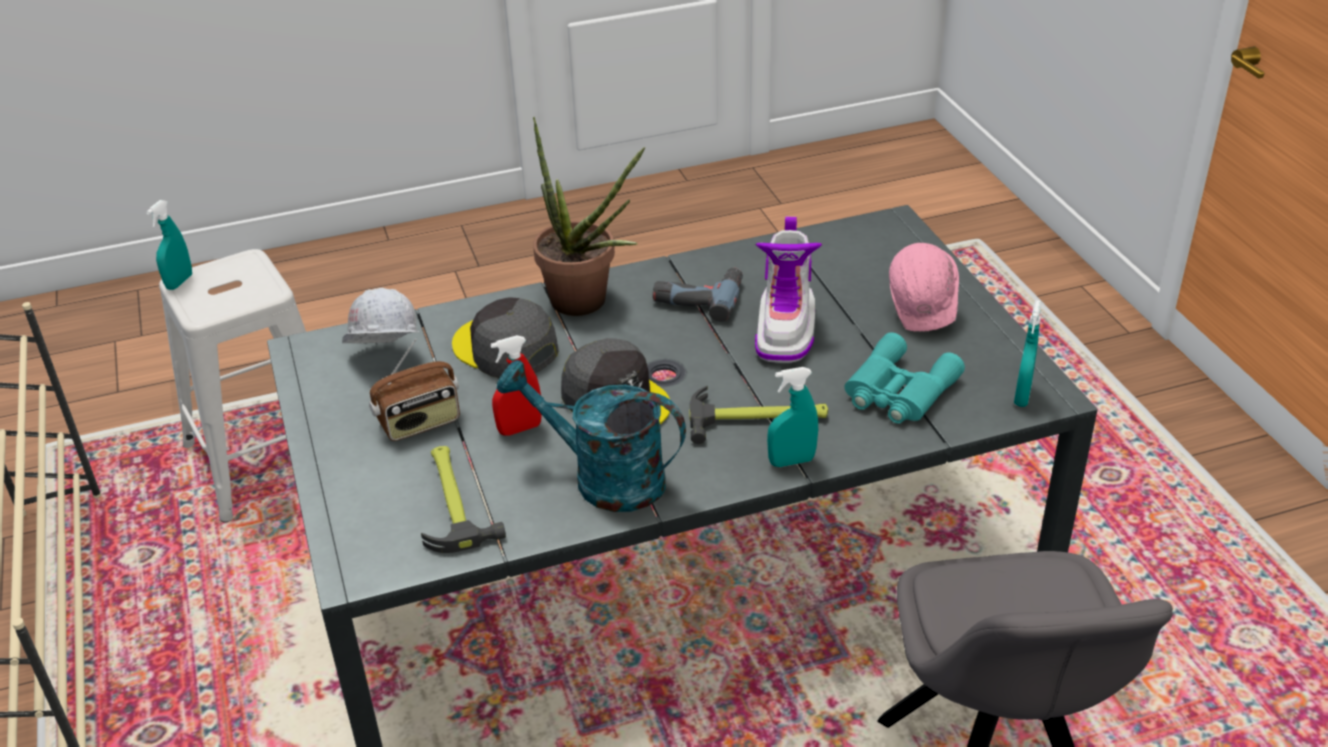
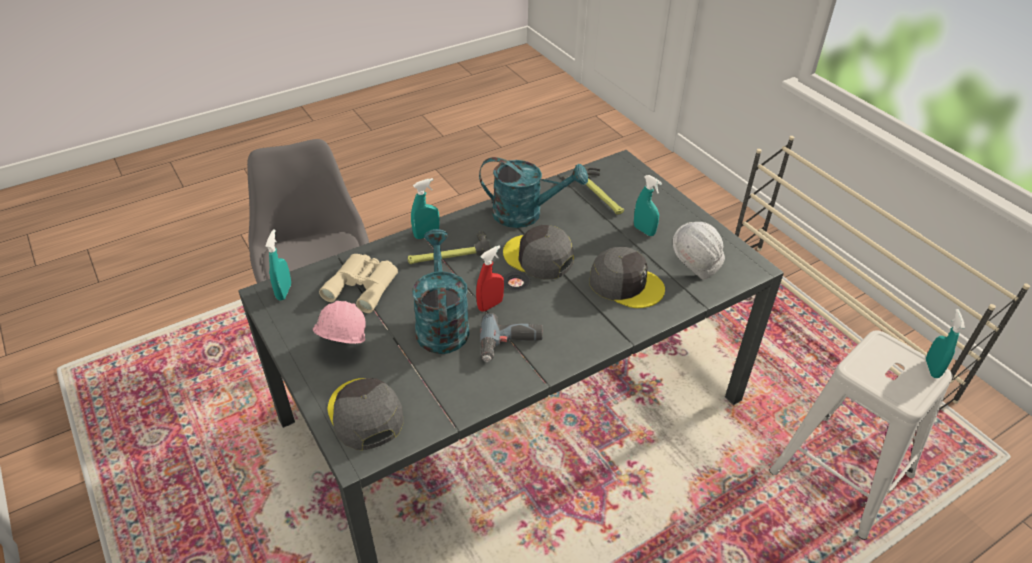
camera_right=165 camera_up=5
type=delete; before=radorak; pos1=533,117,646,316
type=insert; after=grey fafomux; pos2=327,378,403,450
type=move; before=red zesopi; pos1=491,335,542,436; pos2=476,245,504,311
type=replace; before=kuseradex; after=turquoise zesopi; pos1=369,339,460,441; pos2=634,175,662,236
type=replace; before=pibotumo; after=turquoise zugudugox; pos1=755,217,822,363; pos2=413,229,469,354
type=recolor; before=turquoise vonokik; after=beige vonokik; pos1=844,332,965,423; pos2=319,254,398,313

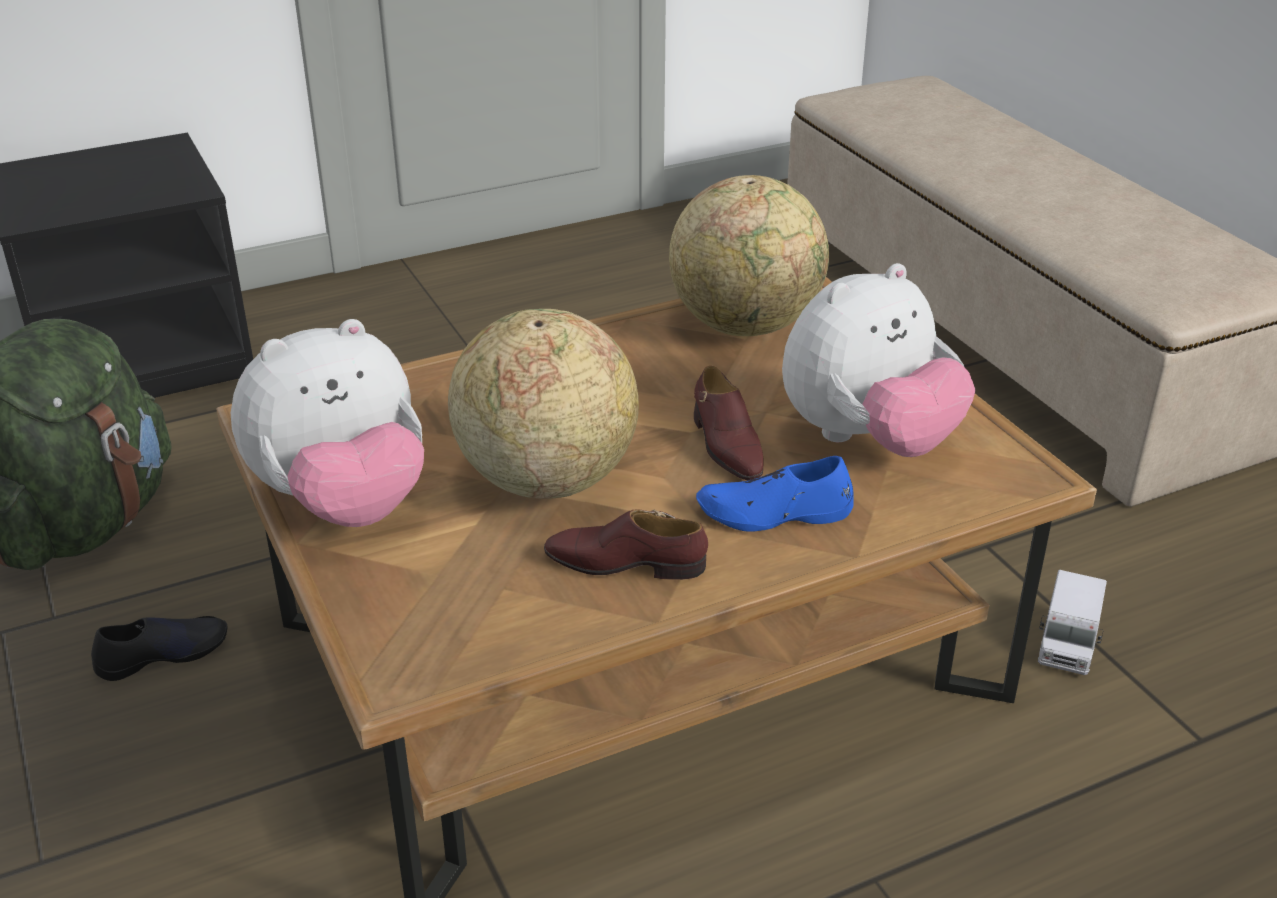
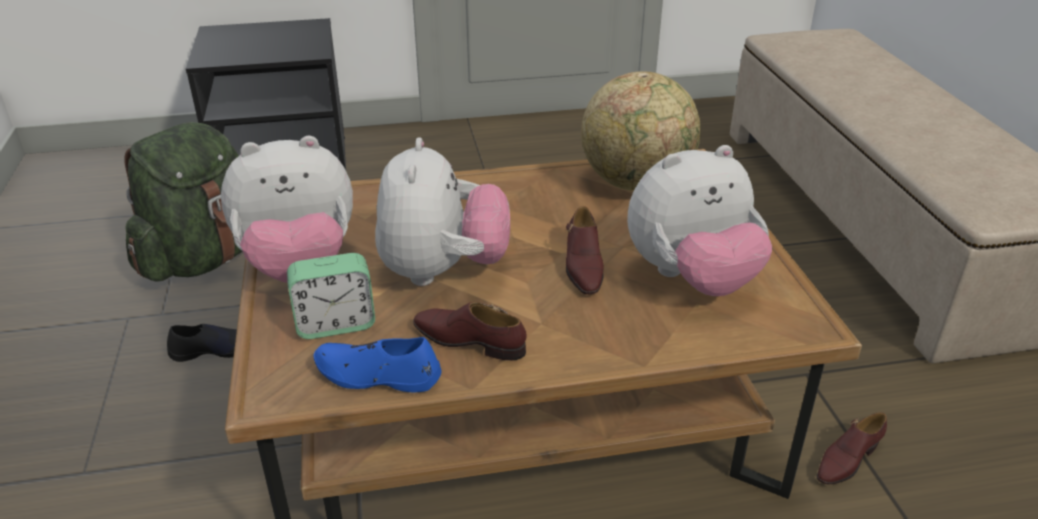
camera_right=15 camera_up=0
type=insert; after=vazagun; pos2=287,253,375,339
type=move; before=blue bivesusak; pos1=696,456,854,532; pos2=313,337,442,392
type=replace; before=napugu; after=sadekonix; pos1=448,309,639,499; pos2=375,138,510,286
type=replace; before=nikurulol; after=brown bivesusak; pos1=1038,570,1107,675; pos2=817,412,887,485

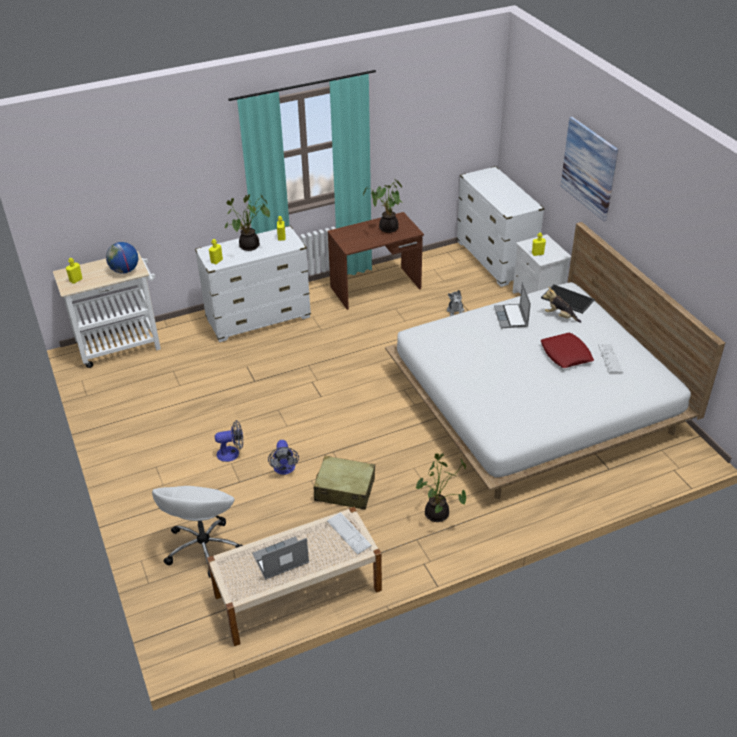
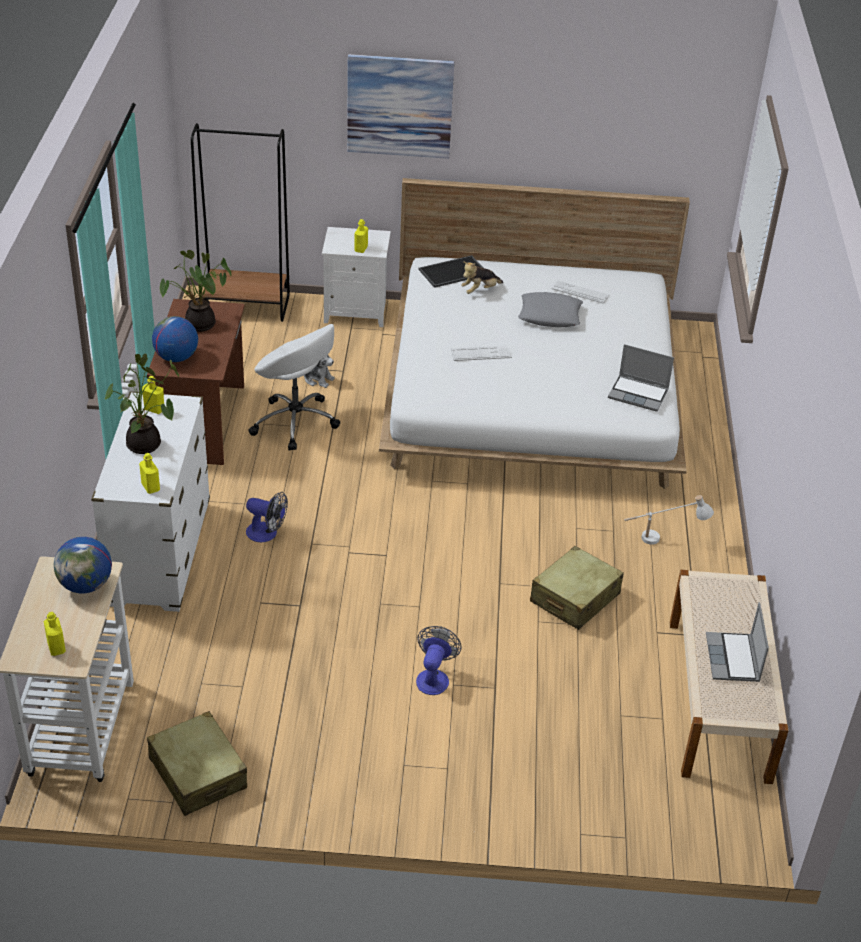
camera_right=-65 camera_up=0
type=insert; after=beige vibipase; pos2=147,711,247,816
type=insert; after=napugu; pos2=152,316,198,362
type=move; before=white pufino; pos1=152,486,243,578; pos2=248,324,340,451
type=move; before=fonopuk; pos1=268,440,299,475; pos2=246,492,288,542
type=move; before=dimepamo; pos1=327,512,372,555; pos2=451,345,512,361
type=move; before=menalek; pos1=494,282,531,329; pos2=608,344,674,411
type=replace; before=radorak; after=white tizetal; pos1=416,453,466,522; pos2=624,495,714,545
type=replace; before=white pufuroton; after=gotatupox; pos1=457,166,544,287; pos2=191,123,290,322
type=recolor; before=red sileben; after=grey sileben; pos1=541,333,594,368; pos2=518,292,583,327

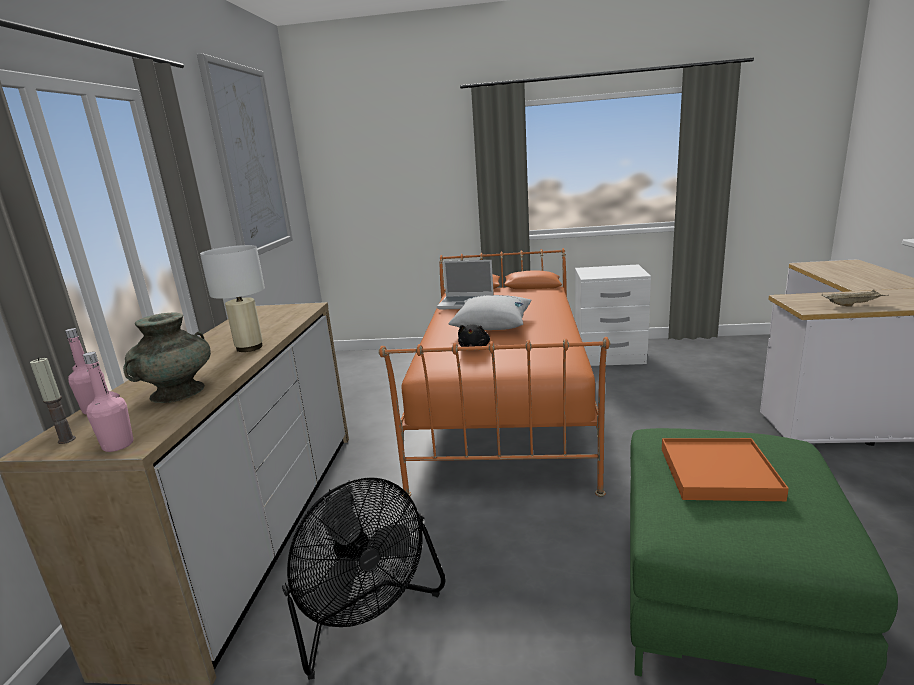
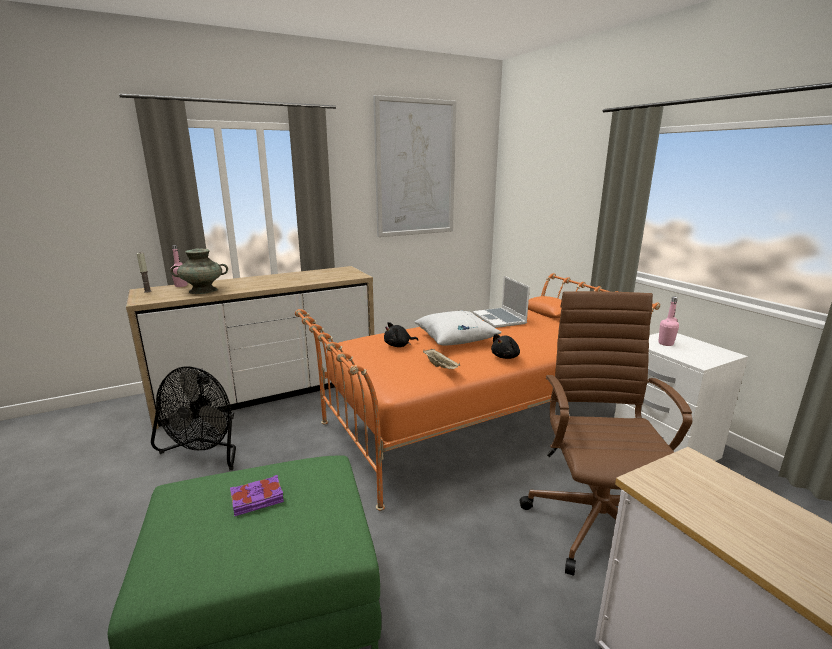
camera_right=55 camera_up=0
type=delete; before=white tizetal; pos1=200,245,265,352
type=insert; after=black sadekonix; pos2=491,334,520,359
type=insert; after=brown pufino; pos2=520,291,693,576
type=move; before=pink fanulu; pos1=83,352,134,452; pos2=658,297,679,346
type=move; before=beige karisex; pos1=822,290,889,306; pos2=423,349,460,369
type=replace; before=orange karisex; after=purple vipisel; pos1=662,438,789,501; pos2=230,475,284,516

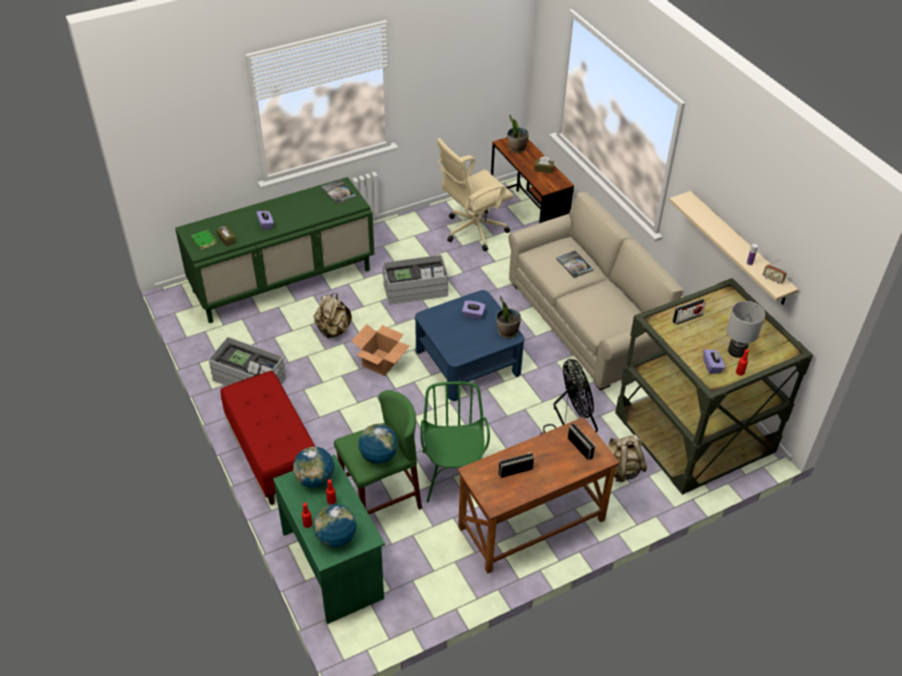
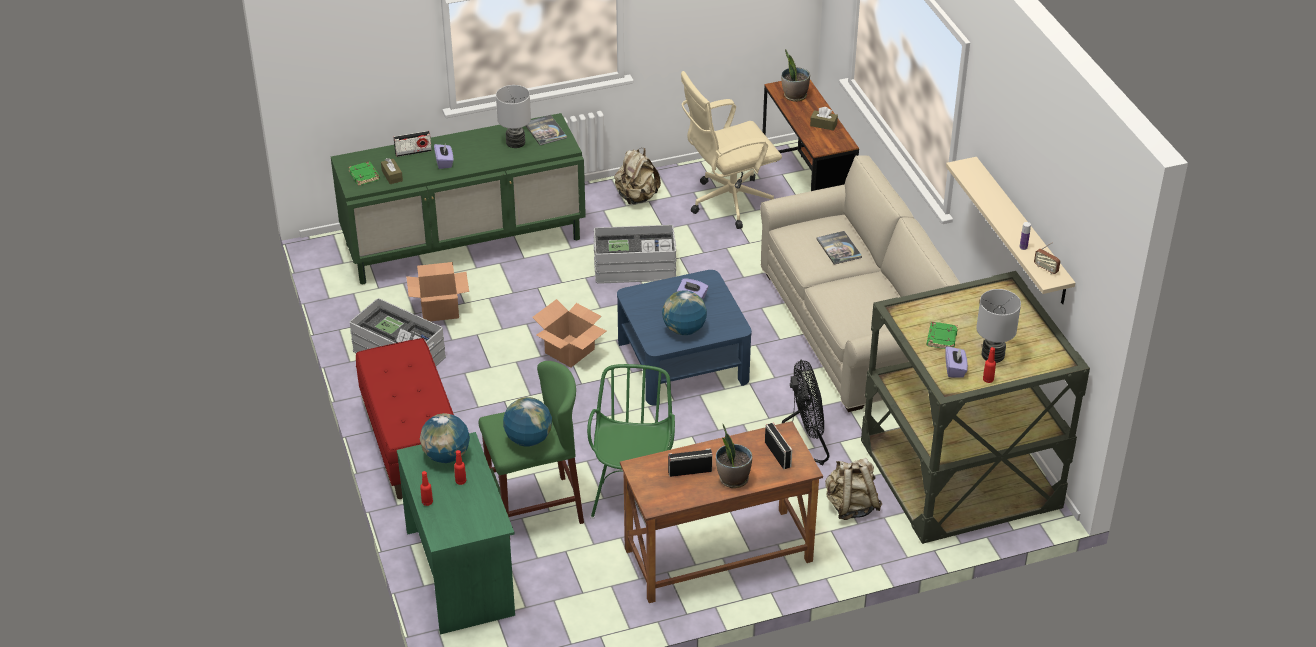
camera_right=10 camera_up=-5
type=insert; after=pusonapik; pos2=406,262,469,321
type=insert; after=grey tizetal; pos2=496,85,531,148
type=insert; after=green vipisel; pos2=926,322,958,349
type=move; before=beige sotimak; pos1=313,293,352,339; pos2=614,148,661,205
type=move; before=napugu; pos1=313,504,357,547; pos2=662,291,707,335
type=move; before=radorak; pos1=496,296,521,338; pos2=716,424,752,488
type=move; before=kuseradex; pos1=672,299,706,325; pos2=394,131,432,157

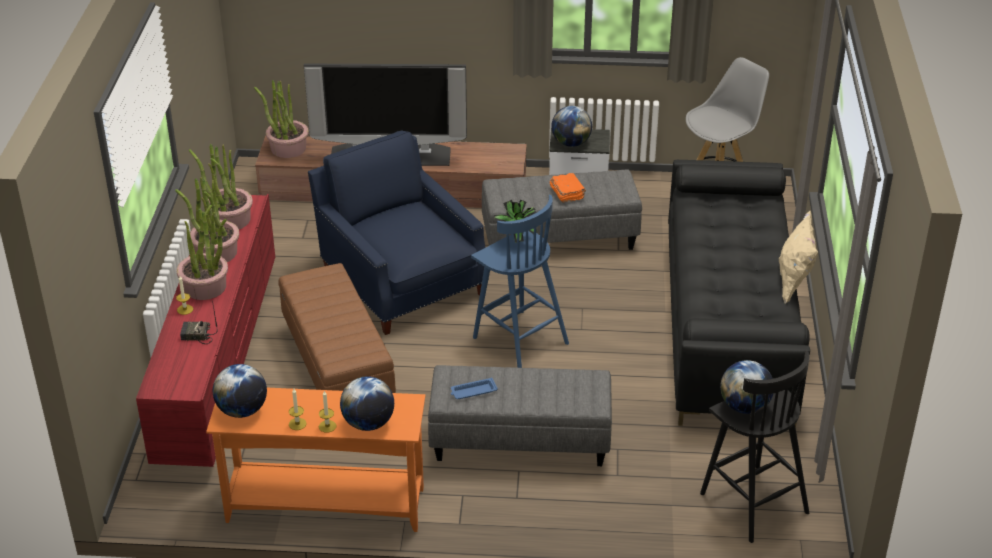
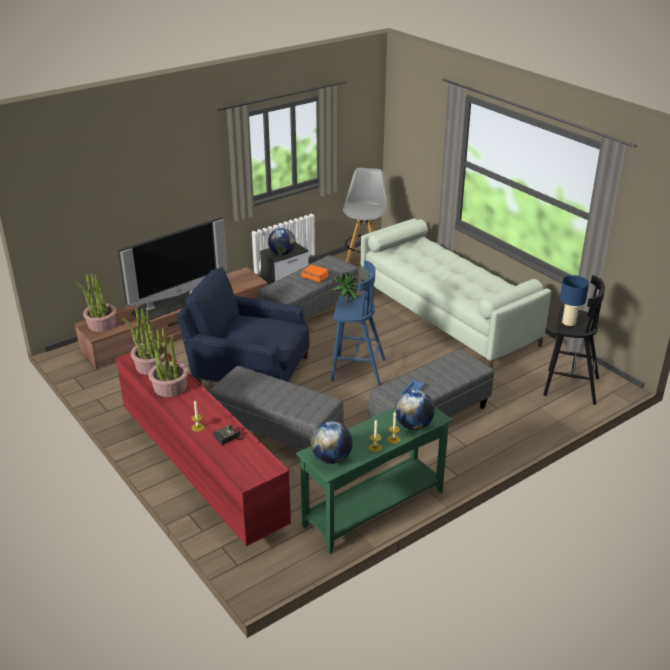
camera_right=-40 camera_up=-5
type=delete; before=radorak; pos1=177,205,228,300
type=delete; before=beige sileben; pos1=779,211,818,304
type=replace; before=napugu; after=blue tizetal; pos1=720,360,773,414; pos2=560,275,589,328
type=recolor; before=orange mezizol; after=green mezizol; pos1=206,388,426,532; pos2=296,407,453,554
type=recolor; before=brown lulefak; after=grey lulefak; pos1=278,263,396,393; pos2=209,366,344,450
type=recolor; before=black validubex; after=white validubex; pos1=668,160,810,427; pos2=360,219,551,369

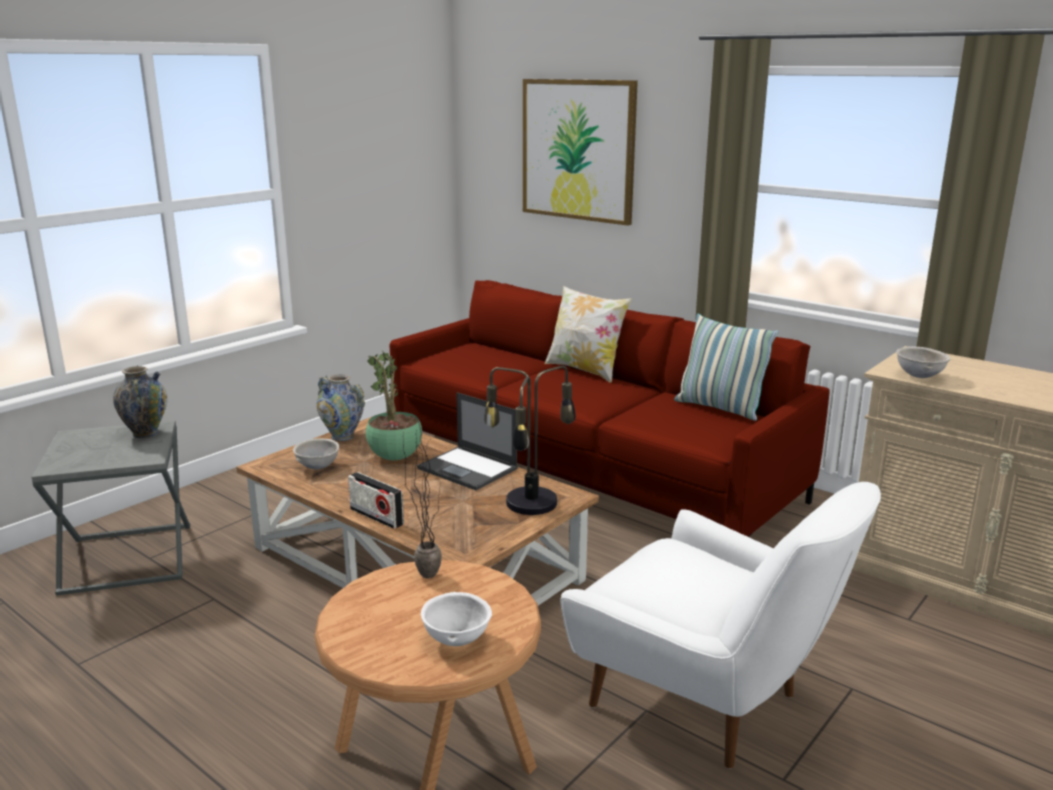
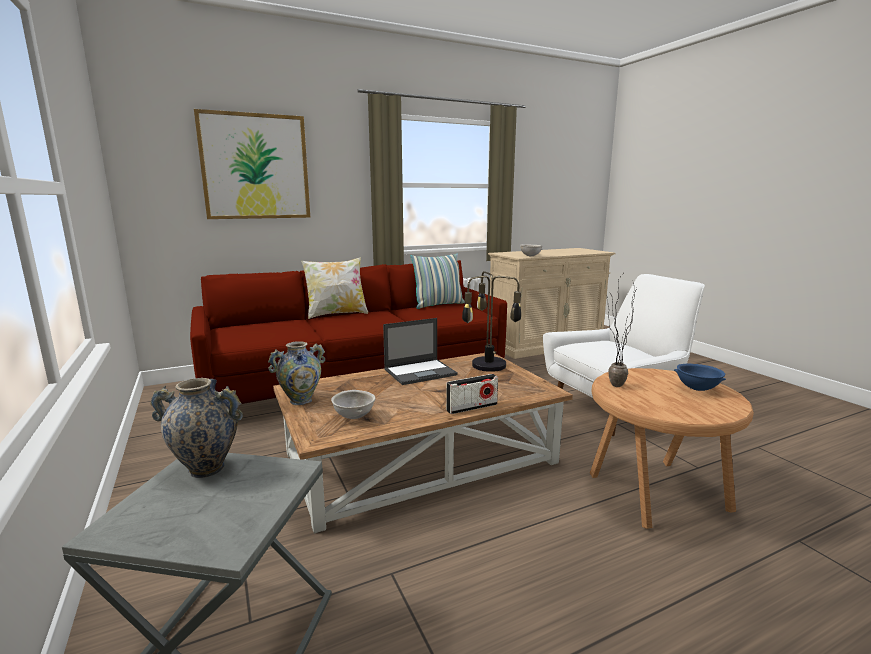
camera_right=-65 camera_up=-5
type=delete; before=radorak; pos1=366,352,422,460
type=recolor; before=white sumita; after=blue sumita; pos1=421,592,492,646; pos2=674,363,726,391

